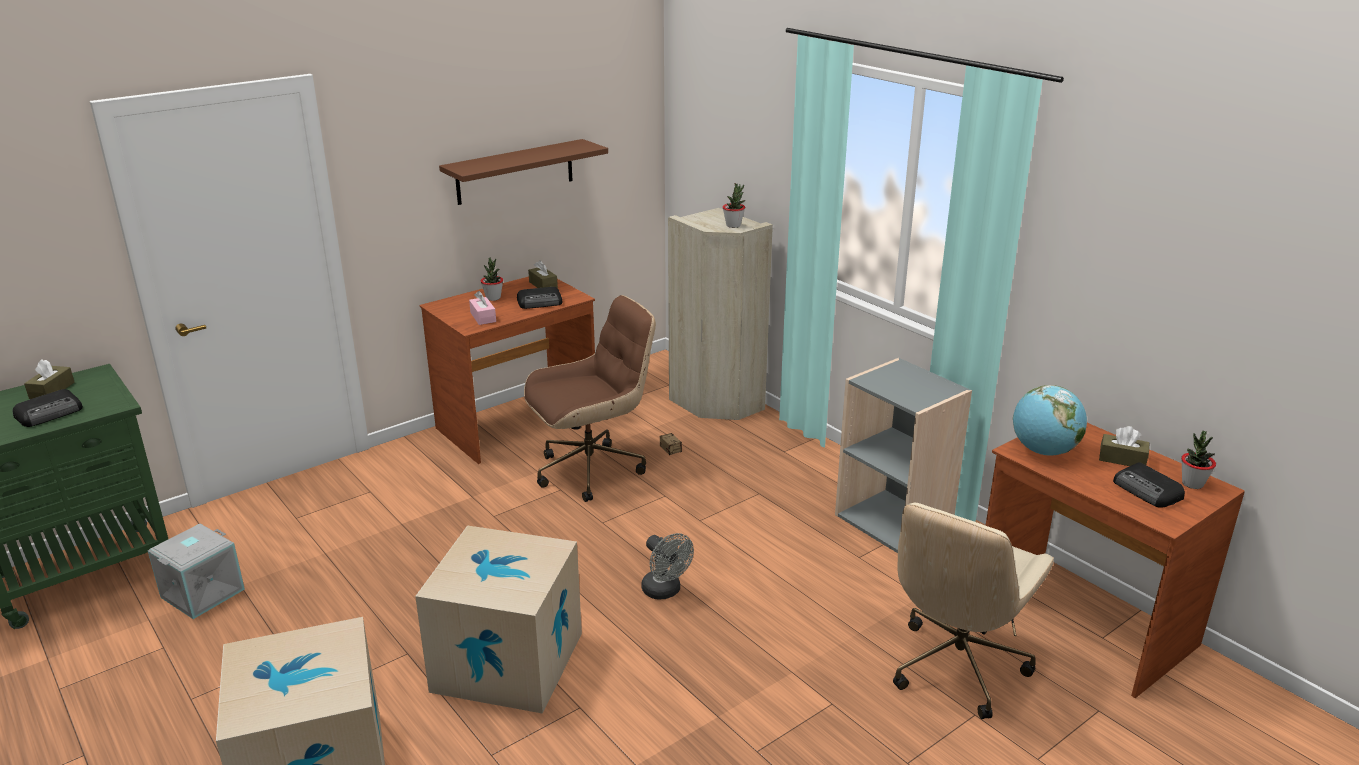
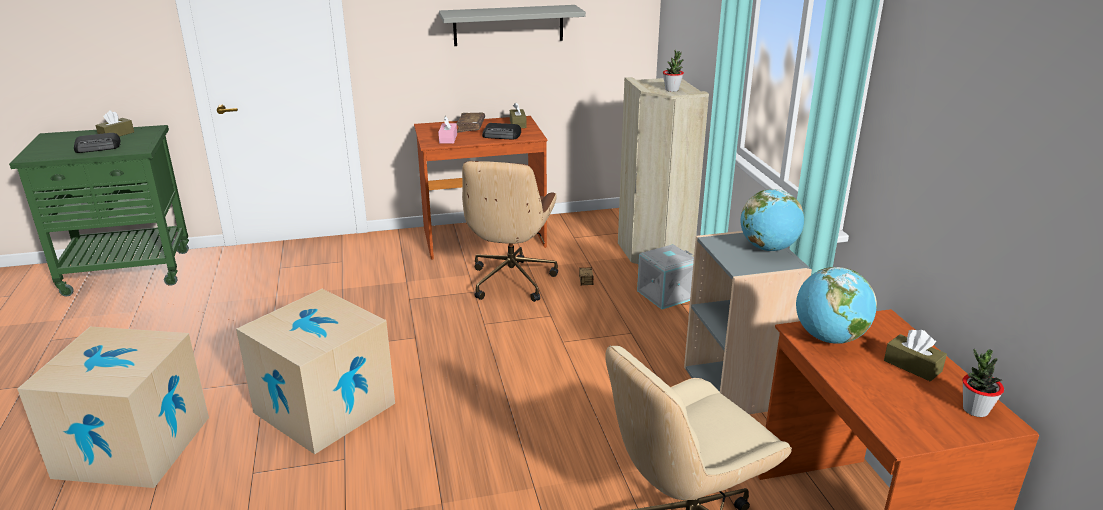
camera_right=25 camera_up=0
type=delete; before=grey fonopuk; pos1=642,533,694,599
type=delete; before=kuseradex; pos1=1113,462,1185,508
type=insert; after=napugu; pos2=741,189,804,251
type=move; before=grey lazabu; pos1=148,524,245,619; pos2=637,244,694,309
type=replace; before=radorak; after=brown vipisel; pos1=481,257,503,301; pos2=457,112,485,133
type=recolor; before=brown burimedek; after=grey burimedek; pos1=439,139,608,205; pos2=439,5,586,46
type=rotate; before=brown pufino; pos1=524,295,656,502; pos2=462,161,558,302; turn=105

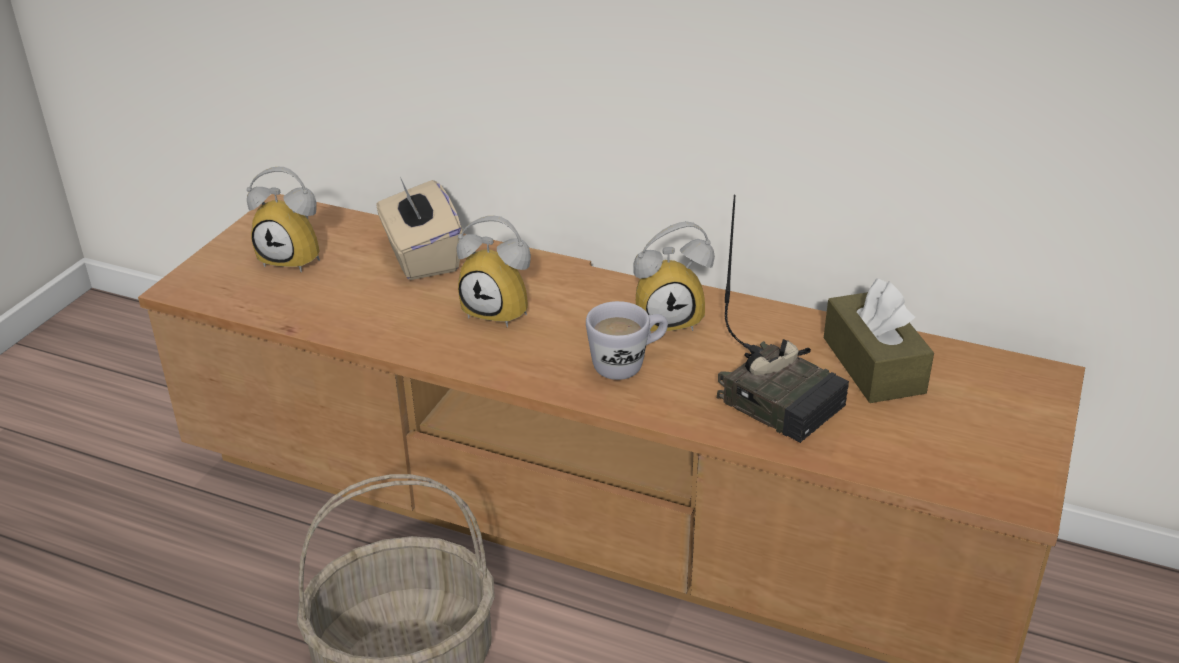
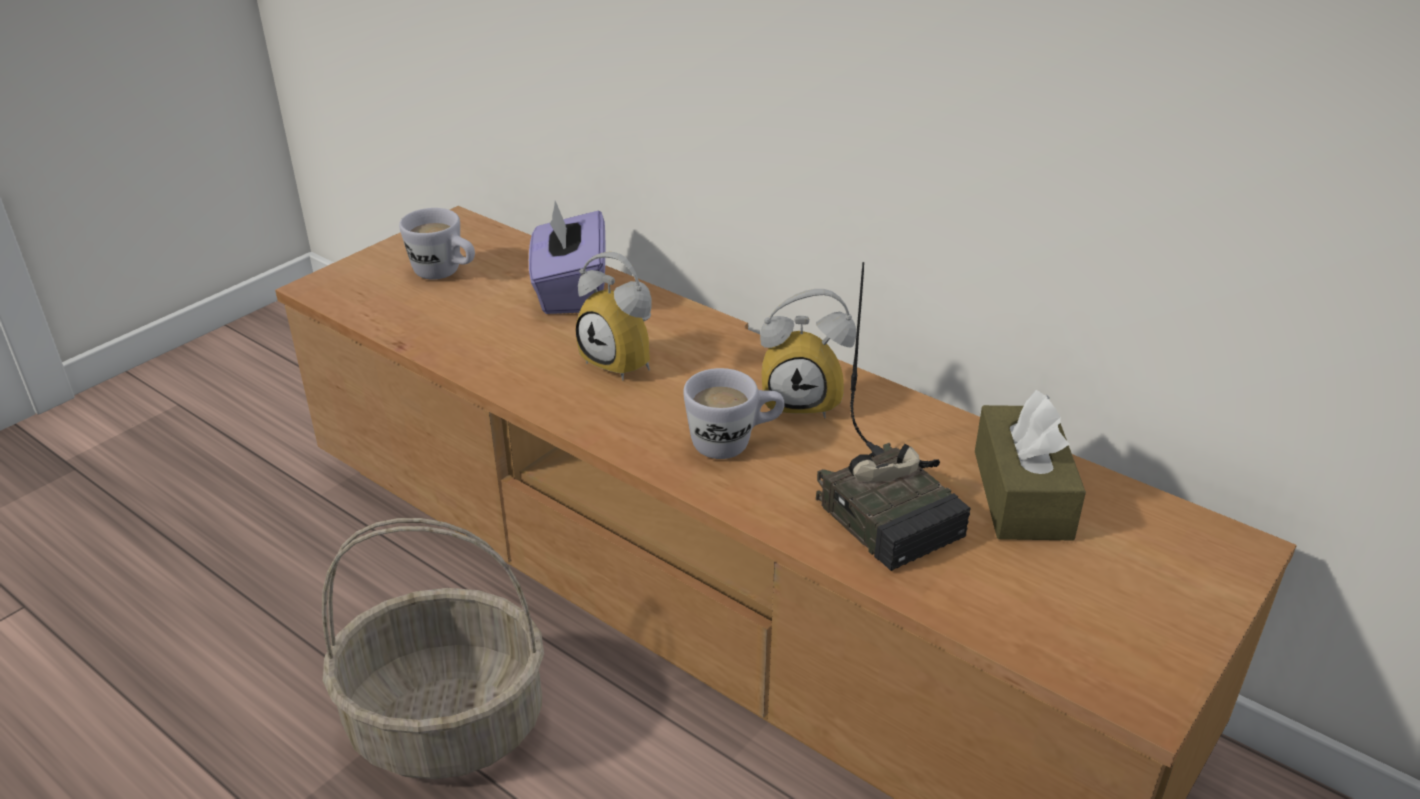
camera_right=15 camera_up=0
type=replace; before=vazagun; after=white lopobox; pos1=247,167,320,273; pos2=399,208,475,280
type=recolor; before=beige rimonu; after=purple rimonu; pos1=376,177,462,280; pos2=529,201,605,314

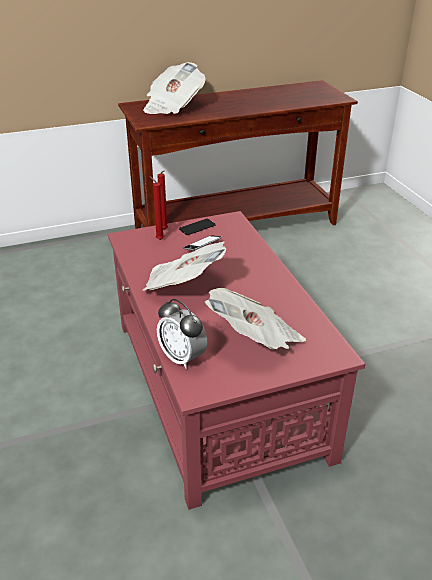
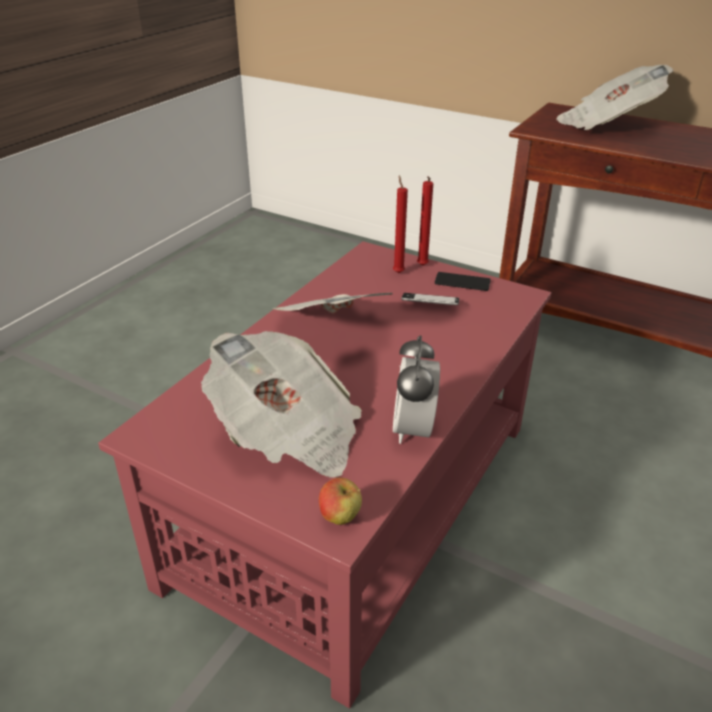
camera_right=50 camera_up=0
type=insert; after=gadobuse; pos2=319,478,362,525
type=move; before=vazagun; pos1=157,299,207,369; pos2=393,335,440,444

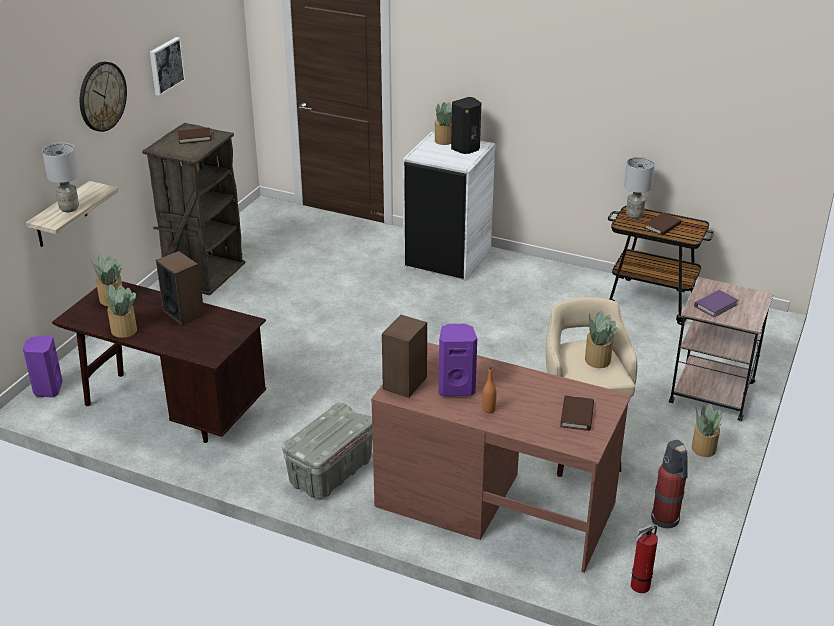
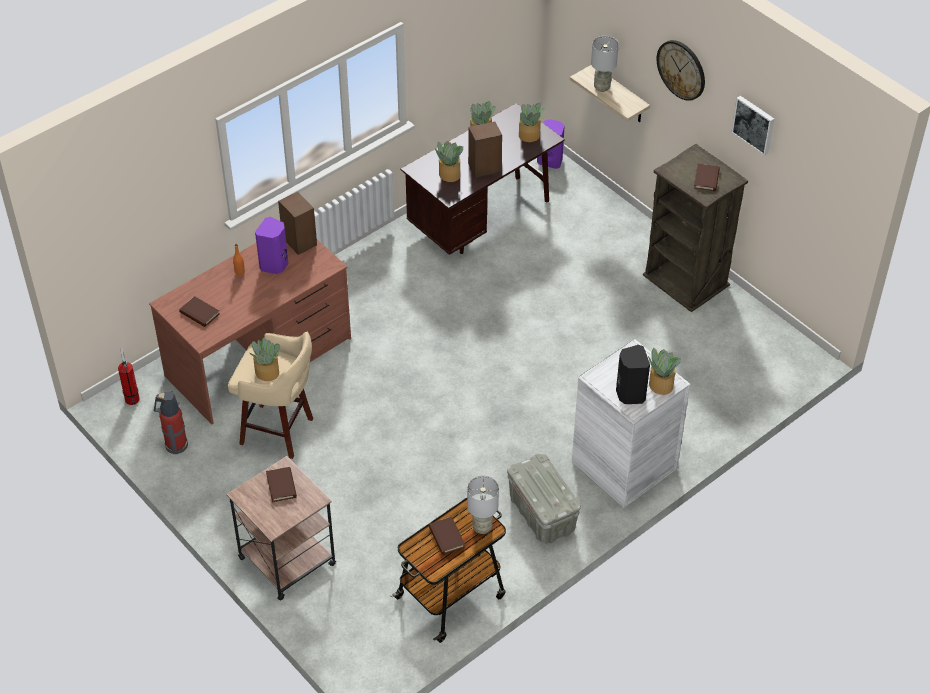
camera_right=115 camera_up=15
type=move; before=grey lazabu; pos1=282,403,373,499; pos2=507,453,581,544
type=move; before=radorak; pos1=692,404,723,457; pos2=435,141,463,182
type=recolor; before=purple vipisel; after=brown vipisel; pos1=694,290,738,317; pos2=266,467,297,502

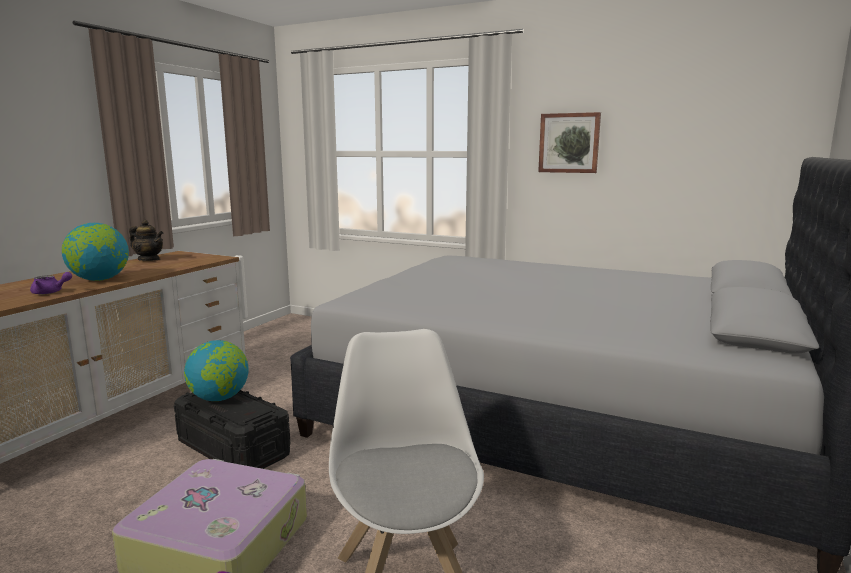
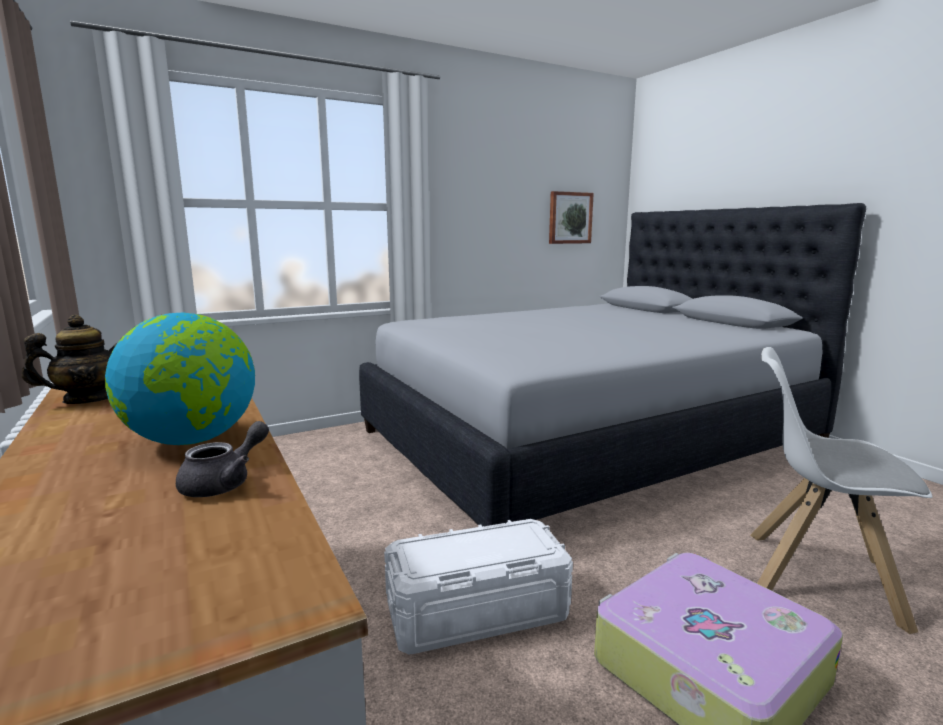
camera_right=-55 camera_up=0
type=delete; before=napugu; pos1=184,340,249,401
type=move; before=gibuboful; pos1=538,112,601,173; pos2=549,191,594,244
type=recolor; before=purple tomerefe; after=grey tomerefe; pos1=30,272,72,294; pos2=176,421,269,497
type=recolor; before=black lazabu; after=white lazabu; pos1=174,390,290,469; pos2=384,519,573,654

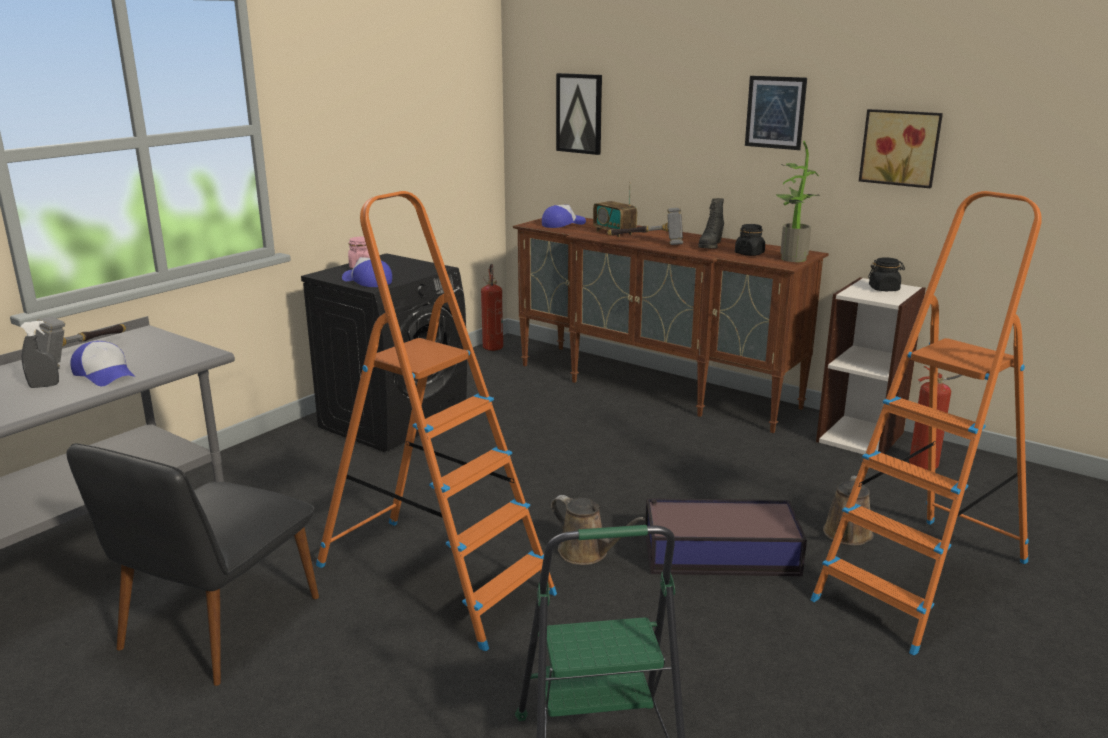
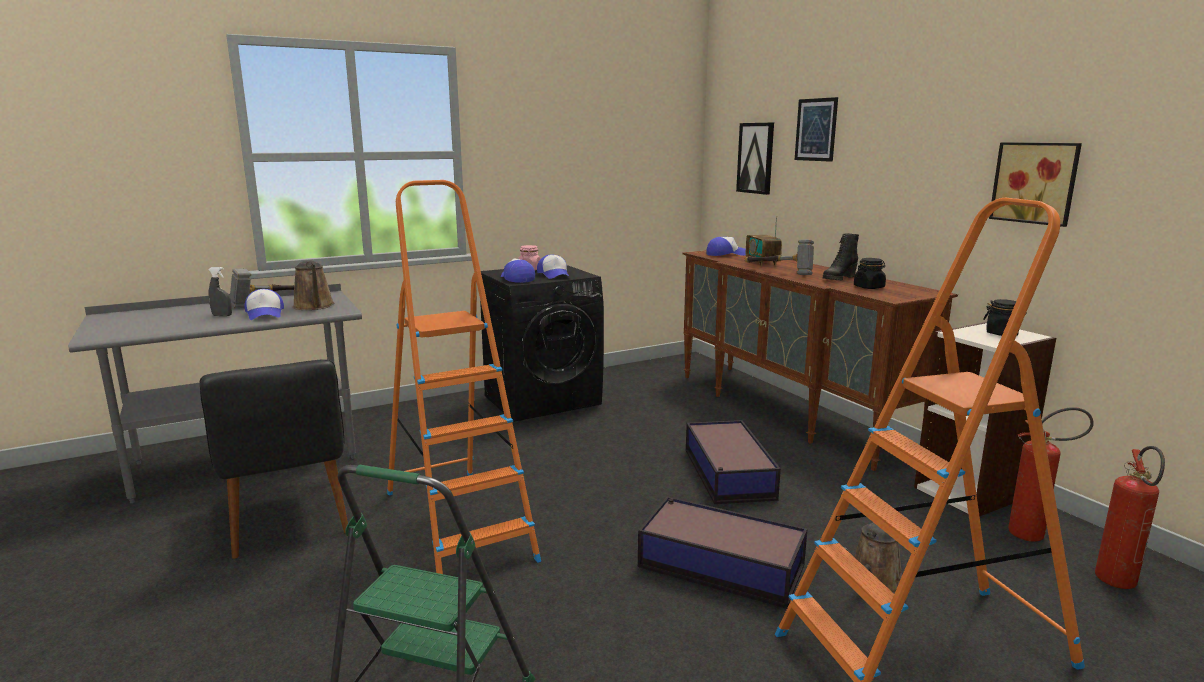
camera_right=25 camera_up=-5
type=delete; before=radorak; pos1=776,141,820,262
type=insert; after=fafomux; pos2=537,254,570,279
type=insert; after=lazabu; pos2=686,420,781,504
type=move; before=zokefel; pos1=481,264,503,351; pos2=1095,446,1165,589
type=move; before=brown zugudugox; pos1=551,495,645,565; pos2=293,261,334,310
type=move; before=gibuboful; pos1=745,76,807,150; pos2=795,97,838,162
type=rotate; before=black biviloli; pos1=67,443,319,686; pos2=200,359,348,559; turn=-75

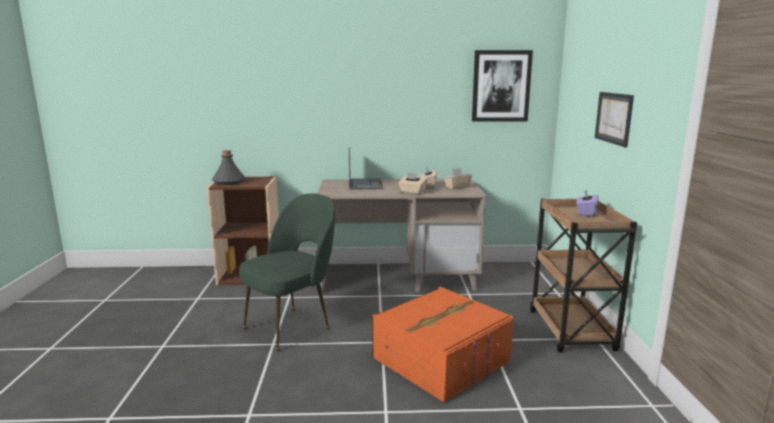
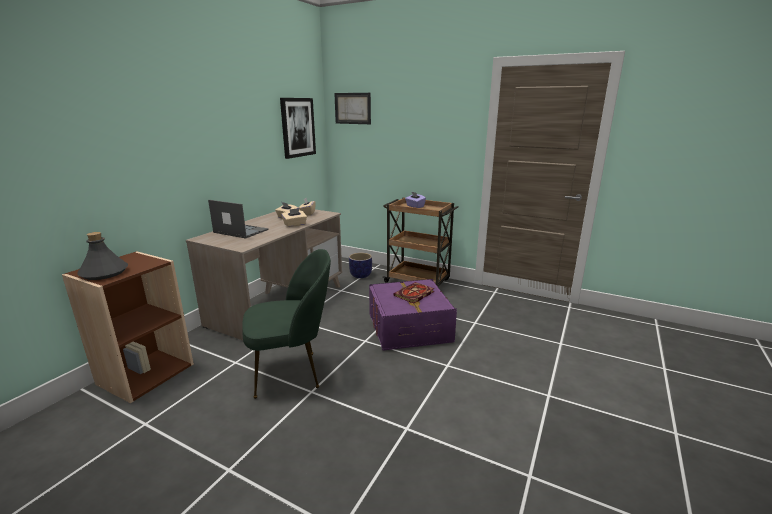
camera_right=-60 camera_up=5
type=insert; after=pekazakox; pos2=349,252,372,278
type=insert; after=vipisel; pos2=393,282,434,304
type=move; before=gibuboful; pos1=595,92,634,147; pos2=334,93,371,124
type=recolor; before=orange lazabu; after=purple lazabu; pos1=372,286,514,402; pos2=369,279,457,351
type=rotate; before=green biviloli; pos1=239,193,335,351; pos2=242,249,331,399; turn=90

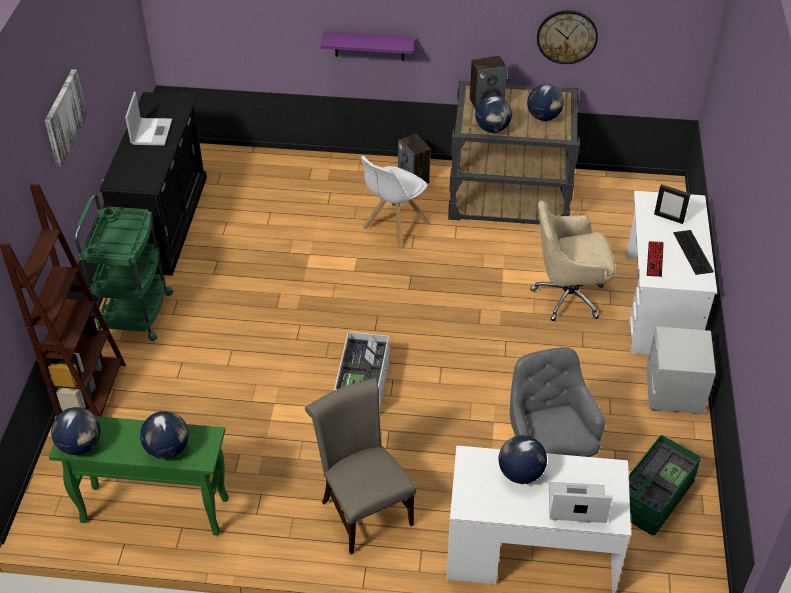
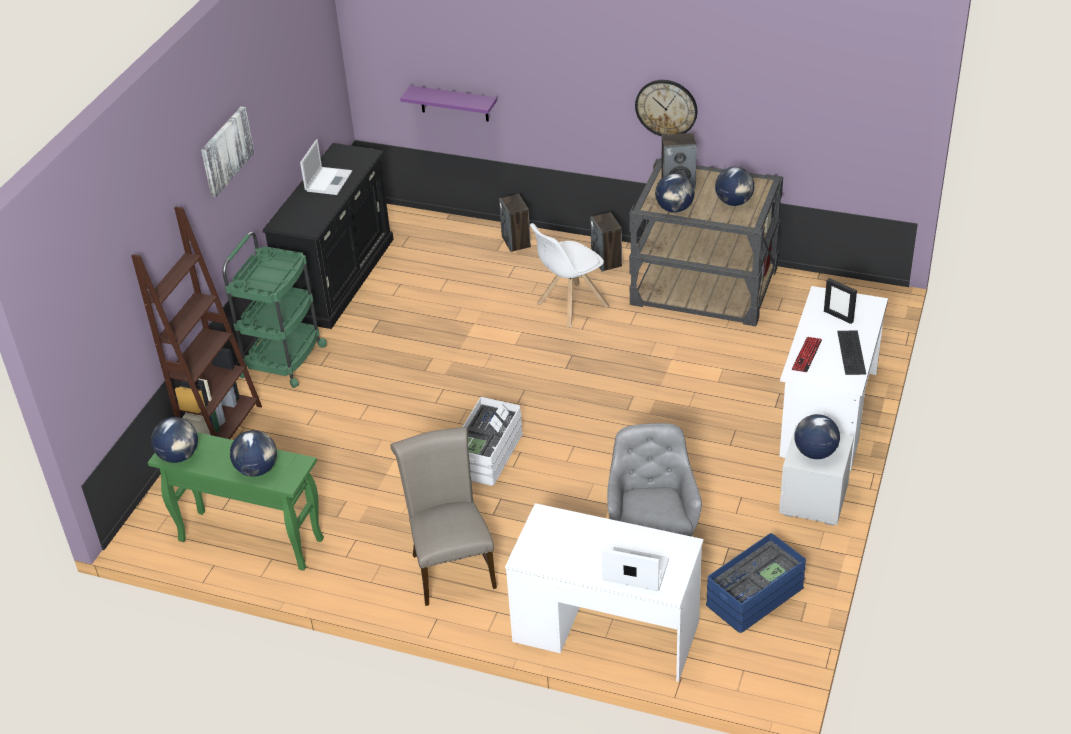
camera_right=15 camera_up=-5
type=delete; before=beige pufino; pos1=531,200,615,321
type=insert; after=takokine; pos2=499,194,531,252
type=move; before=purple burimedek; pos1=320,31,415,61; pos2=400,85,497,122
type=move; before=napugu; pos1=499,435,547,484; pos2=794,414,840,459
type=move; before=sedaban; pos1=537,10,598,64; pos2=635,80,697,136
type=recolor; before=green lazabu; after=blue lazabu; pos1=629,435,701,535; pos2=706,533,806,633

